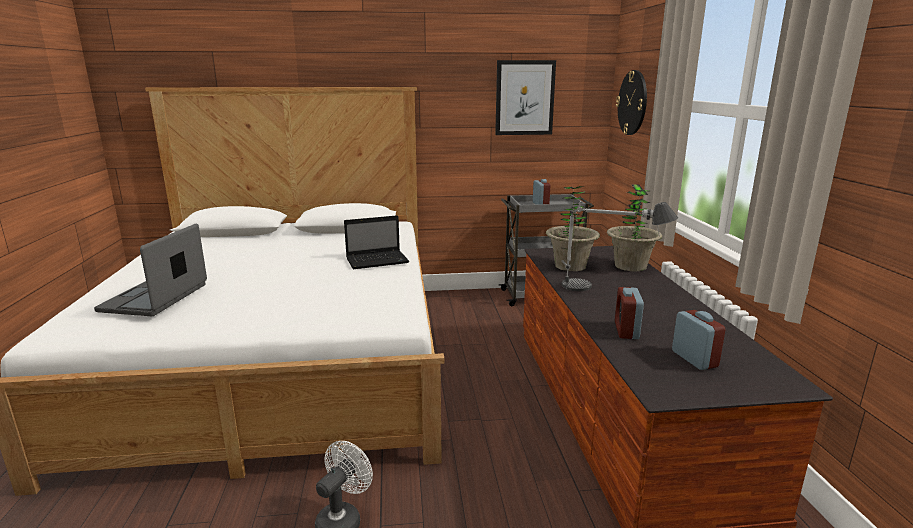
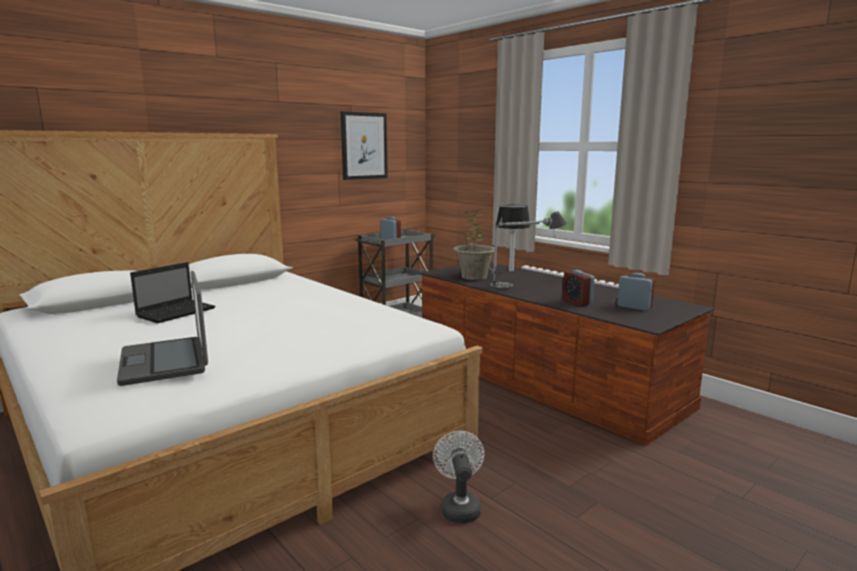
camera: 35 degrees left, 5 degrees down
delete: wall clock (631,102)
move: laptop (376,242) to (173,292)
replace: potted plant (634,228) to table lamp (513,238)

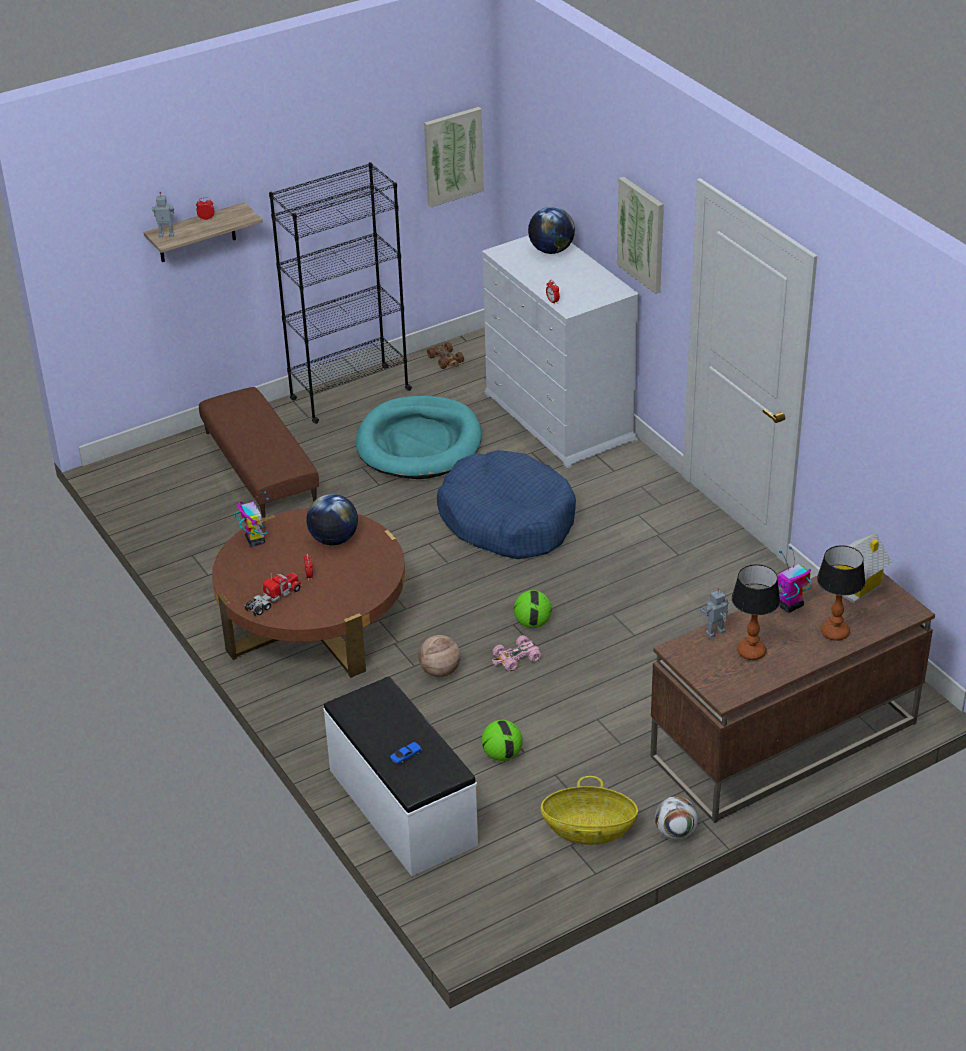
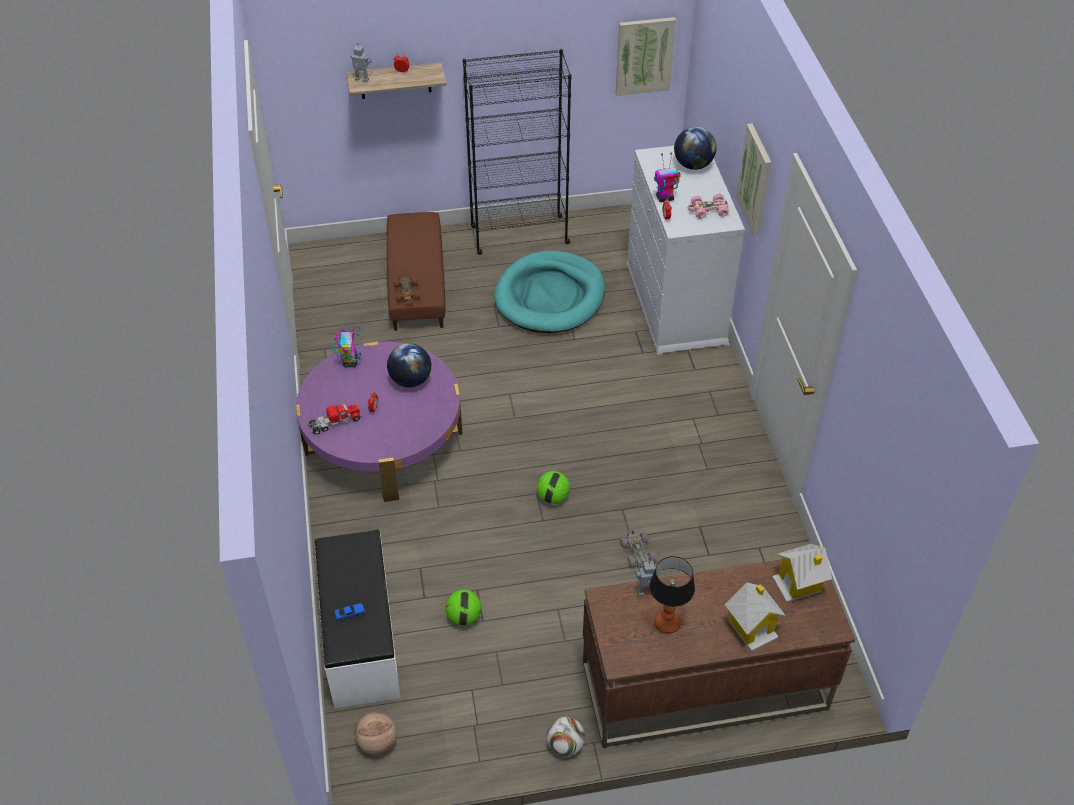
camera: 20 degrees right, 10 degrees up
delete: blue dog bed (506,504); basket (589,810)
insert: grey toy car (638,548)
move: brown toy car (445,355) to (406,290); toy robot (795,579) to (667,177); basketball (439,656) to (376,733); pink toy car (516,653) to (708,206)
replace: table lamp (841,593) to toy house (755,617)
recolor: brown coffee table (308,593) to purple coffee table (379,421)

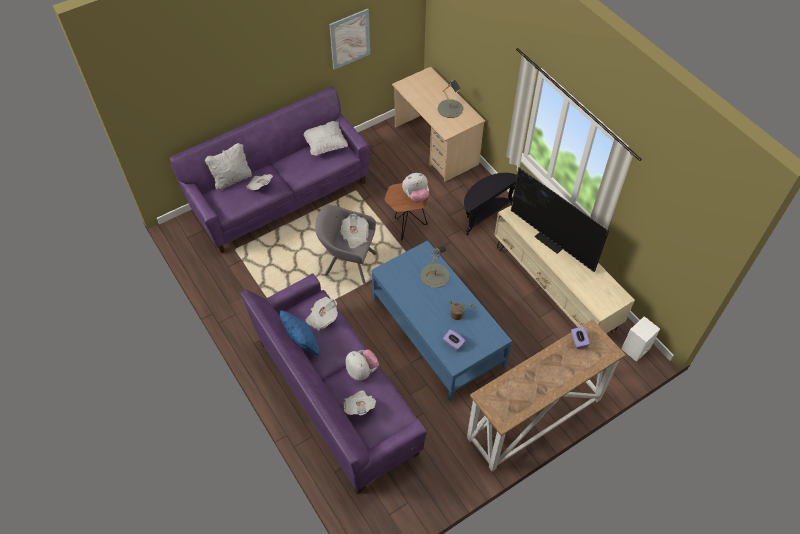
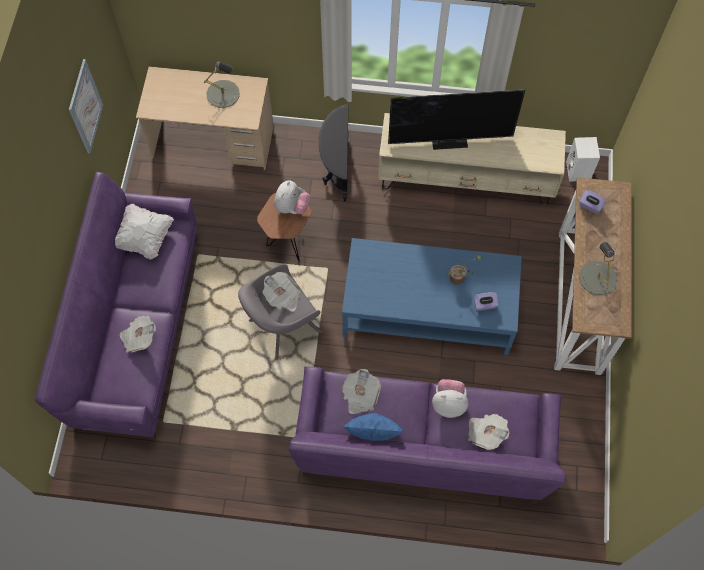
camera: 50 degrees left, 10 degrees up
delete: white pillow (228,167)
move: grey table lamp (435,266) to (598,268)

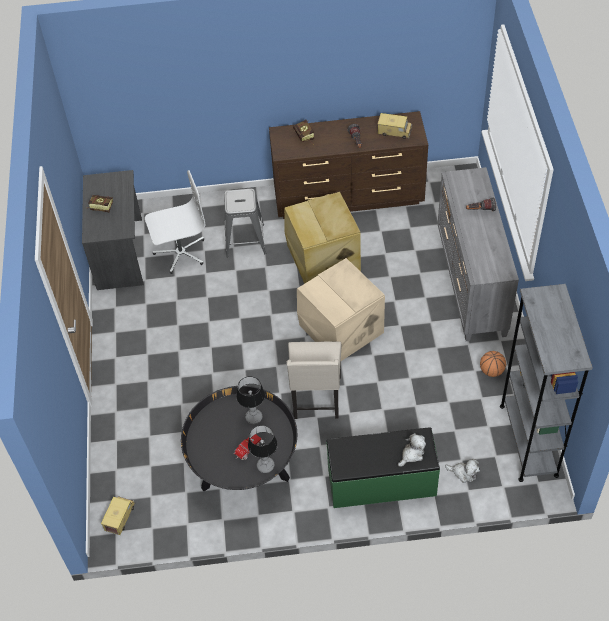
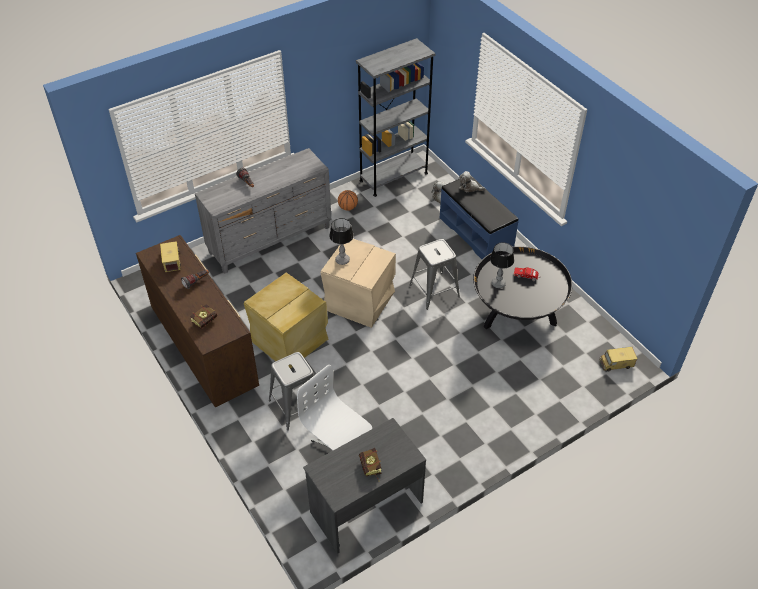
camera: 120 degrees left, 5 degrees down
move: table lamp (263,449) to (341,241)
replace: beige chair (314,380) to grey stool (434,274)
recolor: green bench (383,467) to blue bench (479,217)

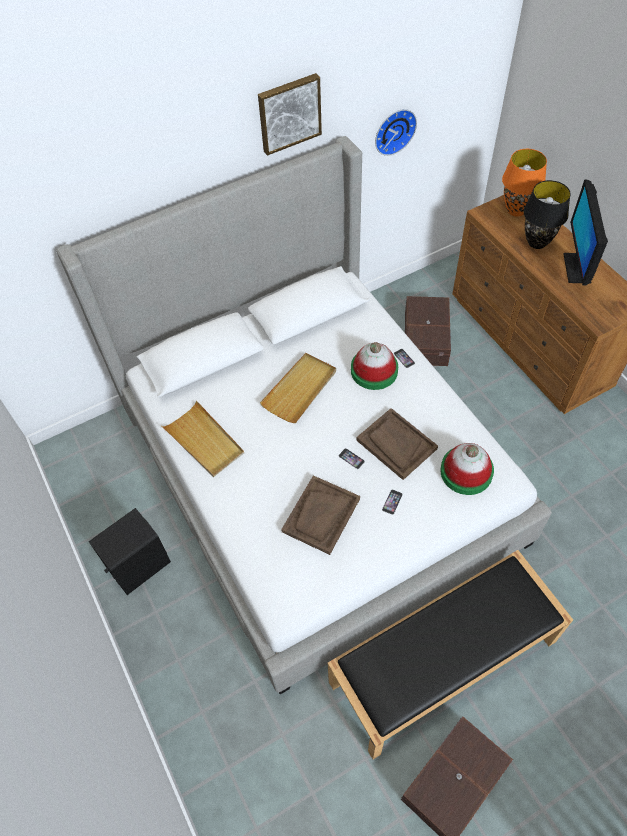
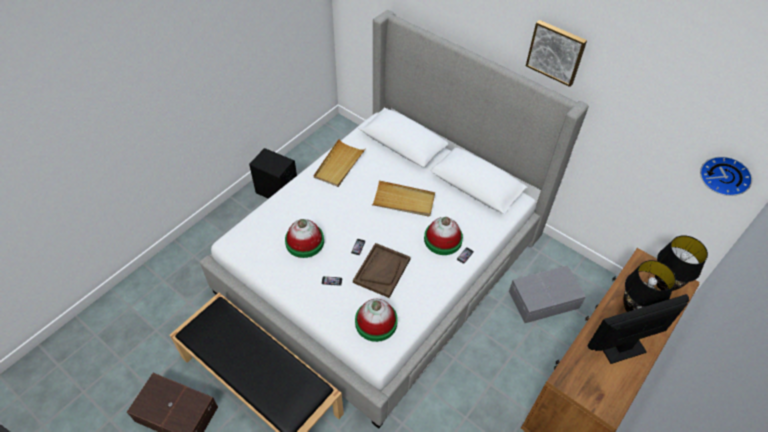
camera: 65 degrees right, 5 degrees down
move: wall clock (396,132) to (726,176)
replace: brown tray (320,515) to hat (304,238)
recolor: orange table lamp (524,183) to black table lamp (681,263); brown storage box (428,331) to grey storage box (547,294)

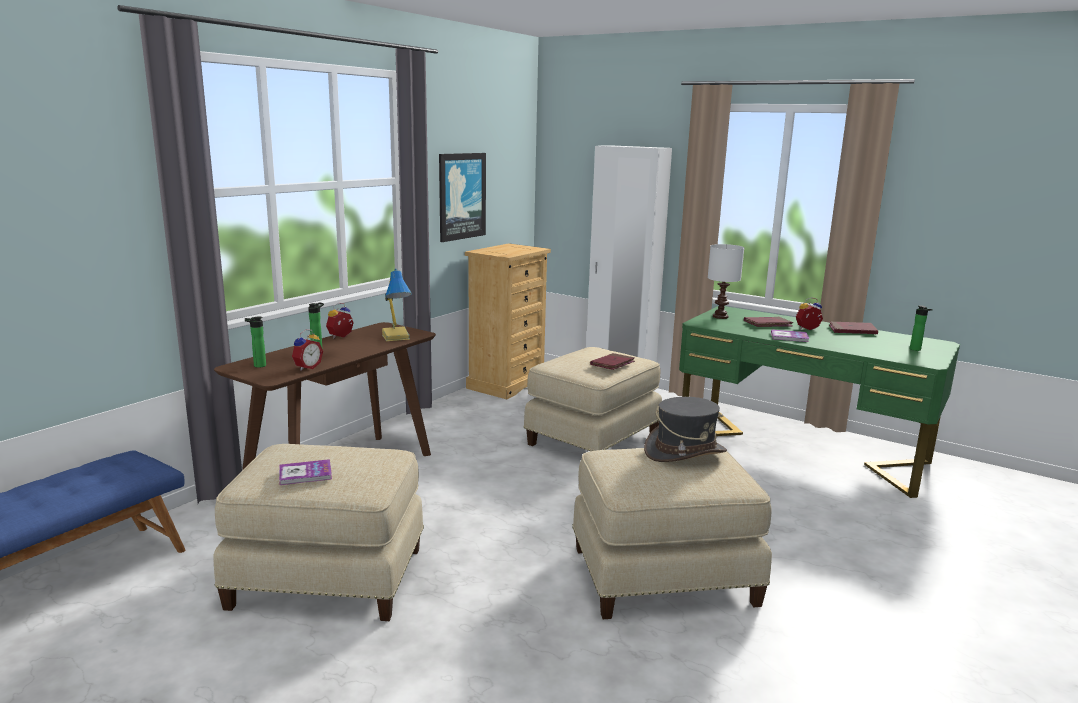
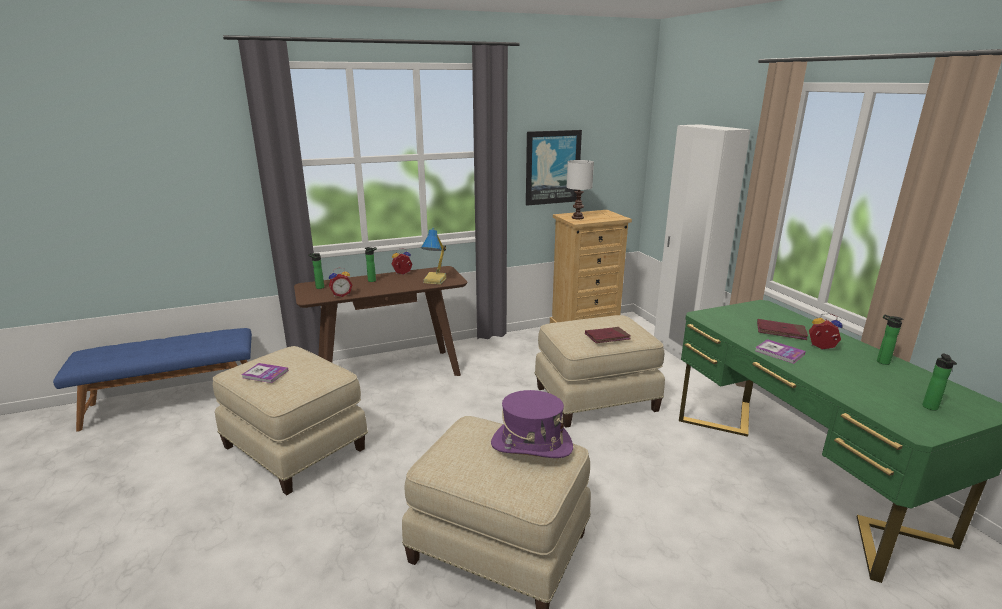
camera: 35 degrees right, 5 degrees up
move: white table lamp (726,281) to (580,189)
replace: red book (853,327) to bottle (890,340)
recolor: grey hat (685,429) to purple hat (532,424)

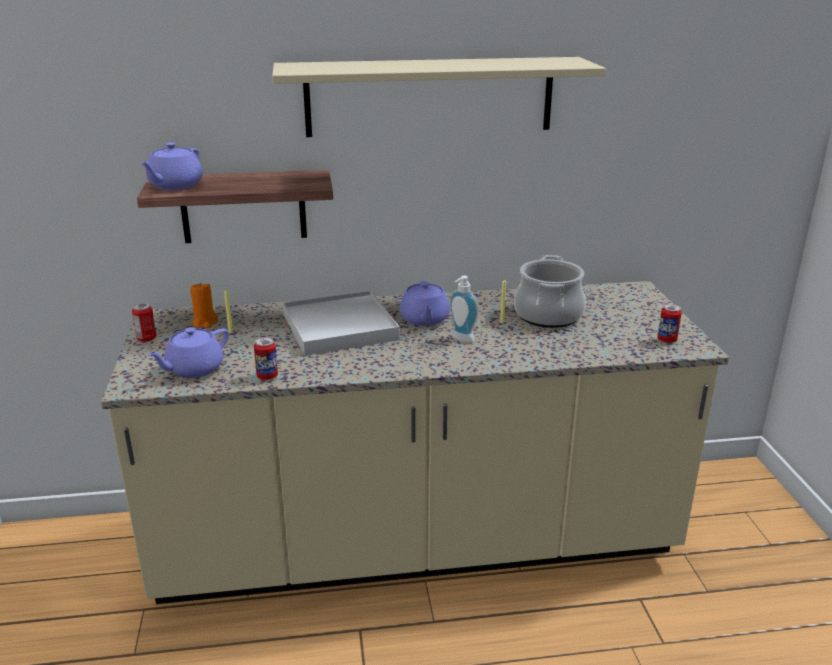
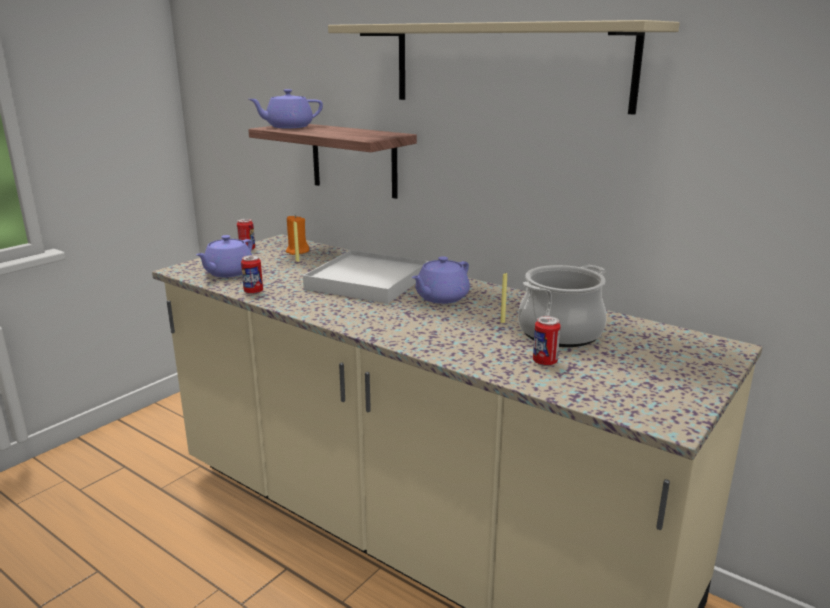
camera: 45 degrees right, 5 degrees down
delete: soap dispenser (463,309)
move: can (669,323) to (547,341)
rotate: purple teapot (188,352) = (224,256) 60 degrees counterclockwise

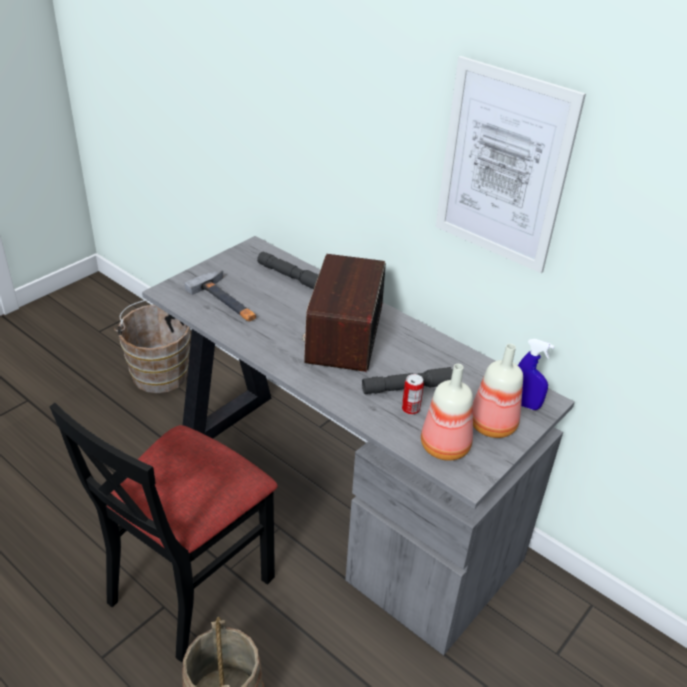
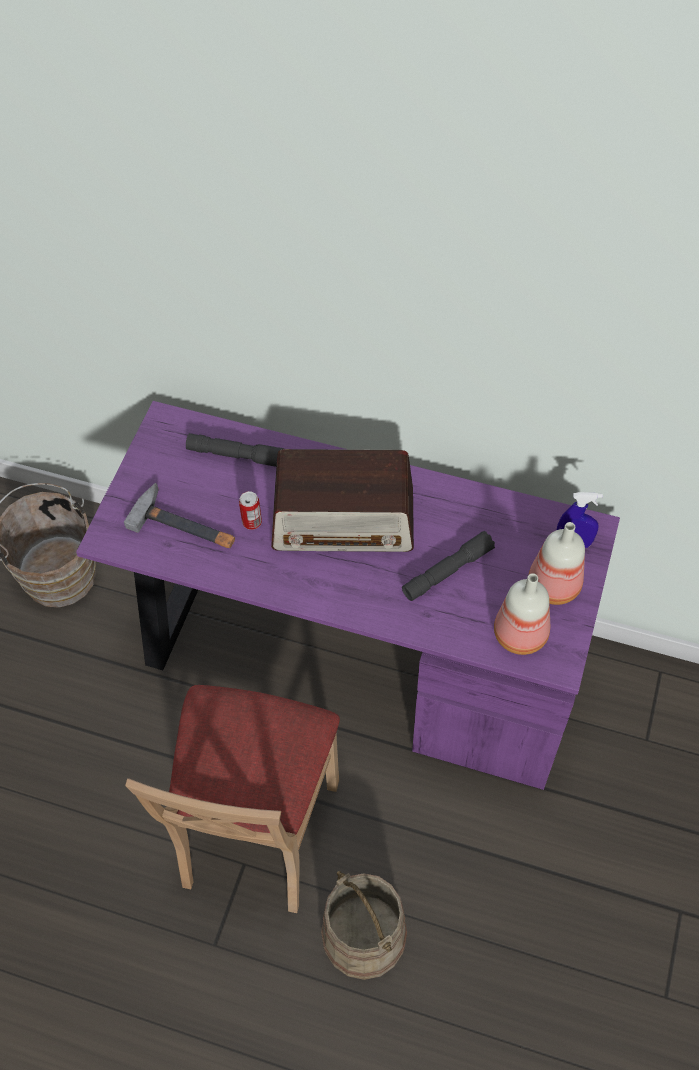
camera: 20 degrees left, 20 degrees up
delete: picture (511,164)
move: can (413,394) to (250,510)
recolor: grey desk (358,446) to purple desk (348,595); black chair (164,532) to beige chair (232,799)
rotate: radio (344,313) = (342,500) 75 degrees counterclockwise

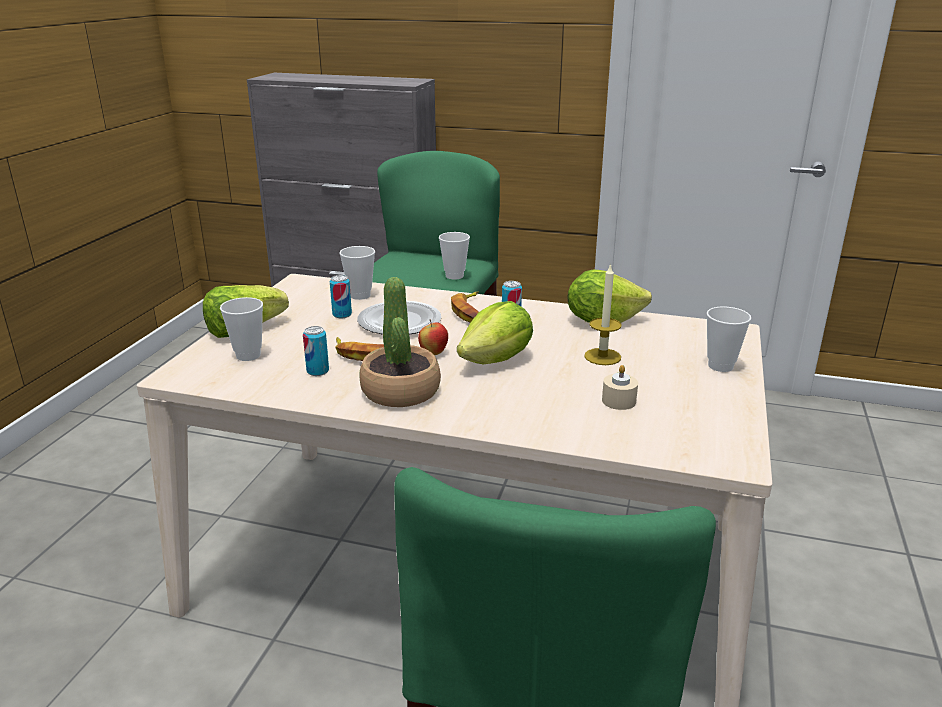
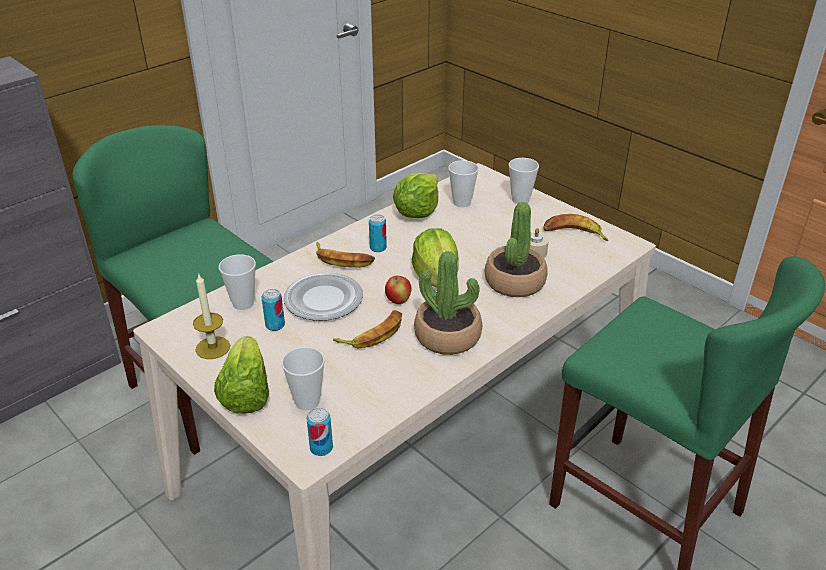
camera: 60 degrees left, 10 degrees up
insert: potted plant (516,249); banana (576,227)
move: cup (454,255) to (463,183); candle (602,314) to (211,316); can (316,351) to (320,432)

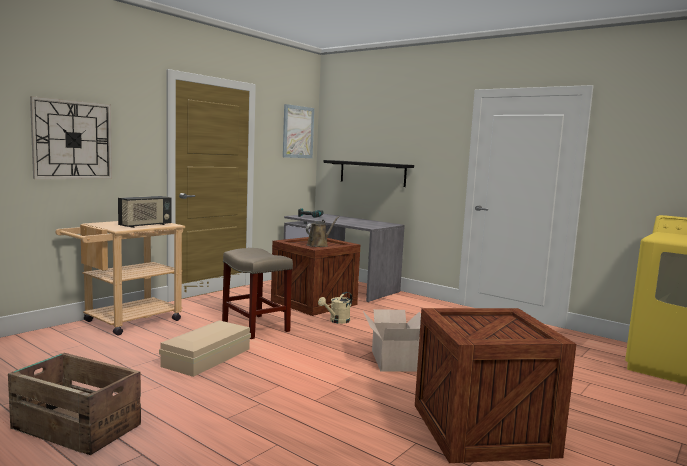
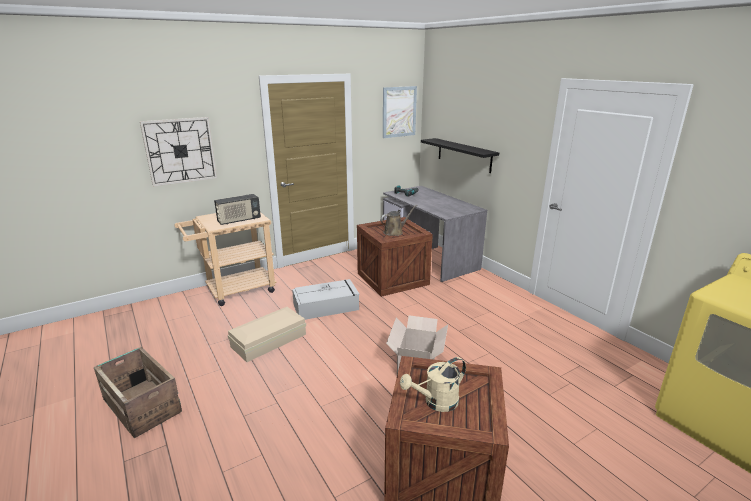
camera: 20 degrees right, 15 degrees up
move: beige watering can (335,308) to (433,384)
replace: beige stool (257,293) to grey storage box (326,299)

